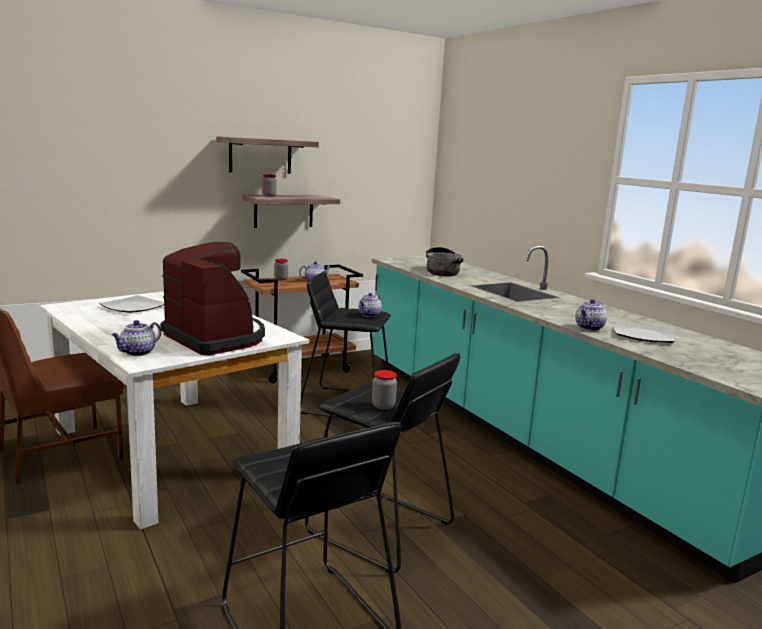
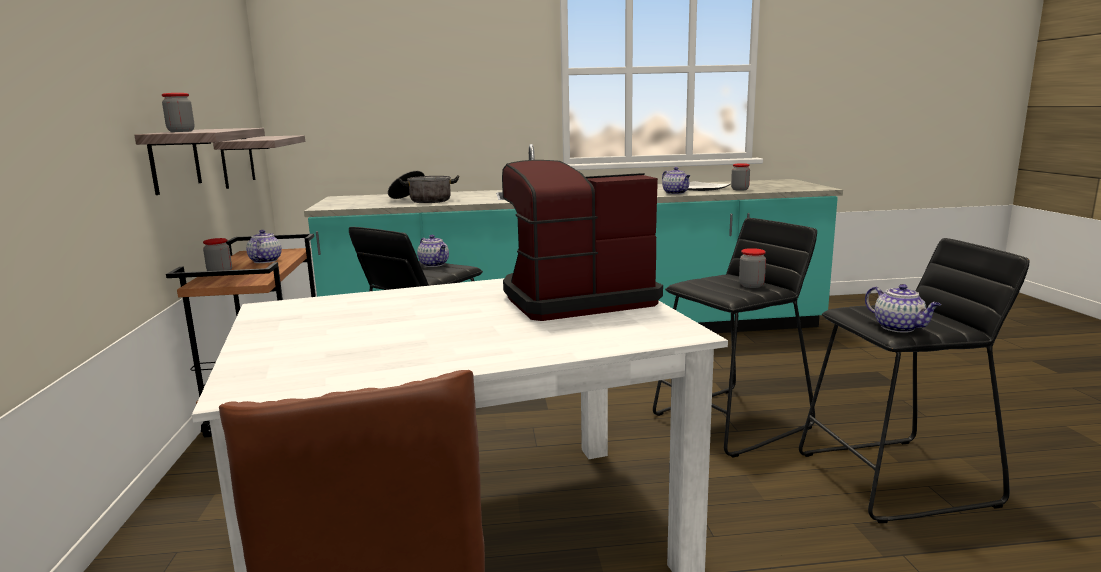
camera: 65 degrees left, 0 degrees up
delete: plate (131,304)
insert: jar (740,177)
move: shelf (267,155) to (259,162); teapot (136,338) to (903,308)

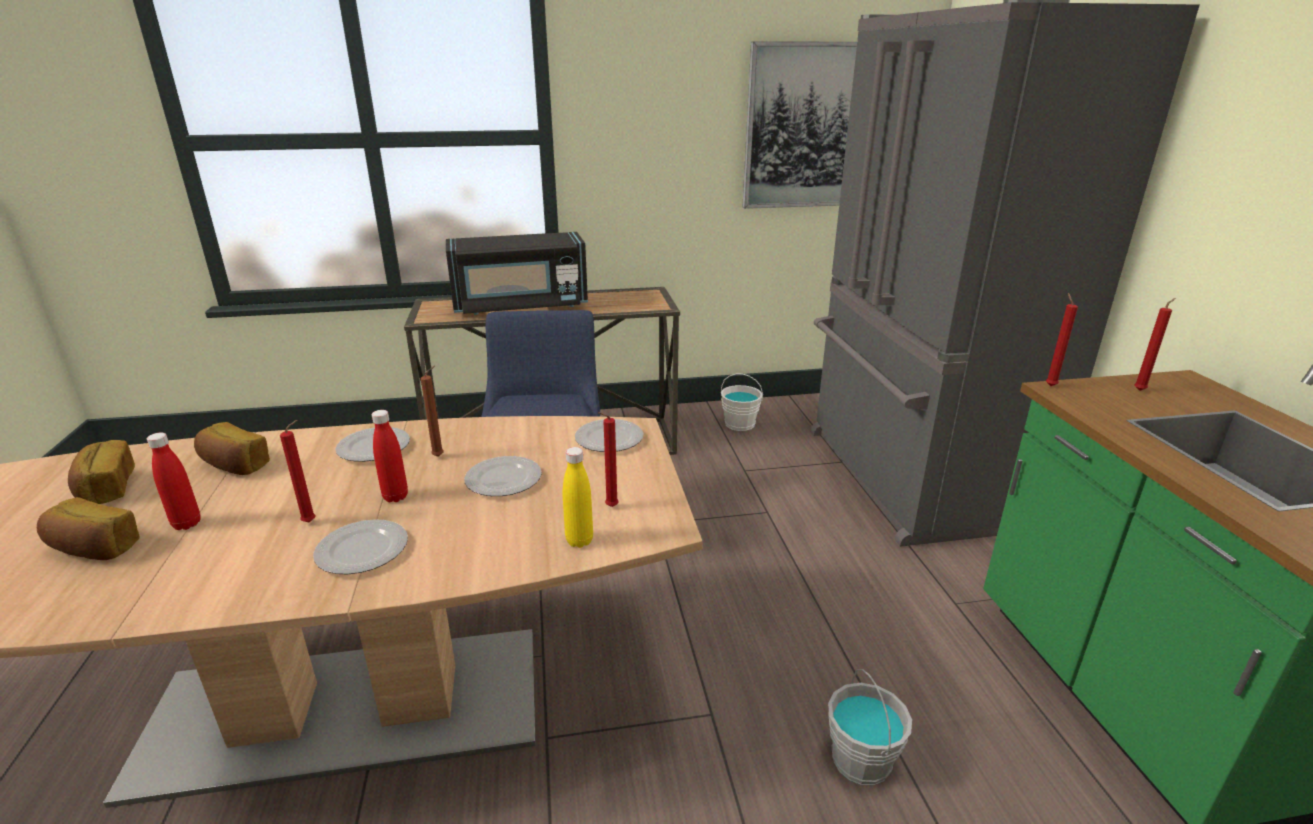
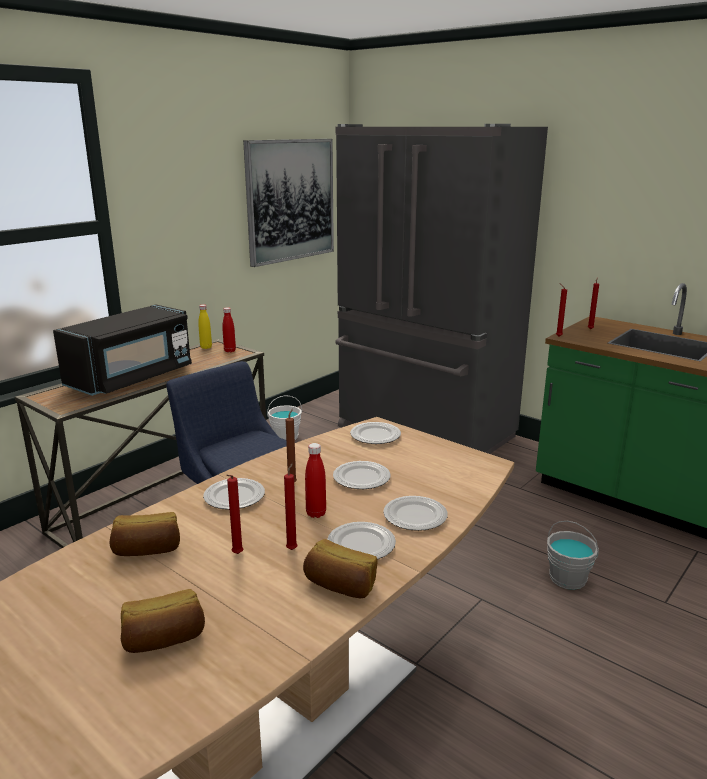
camera: 40 degrees left, 5 degrees down
insert: plate (415,513)
move: red candle (608,459) to (234,514); red bottle (174,481) to (229,329); bread (101,472) to (340,568); yellow bottle (578,497) to (205,327)

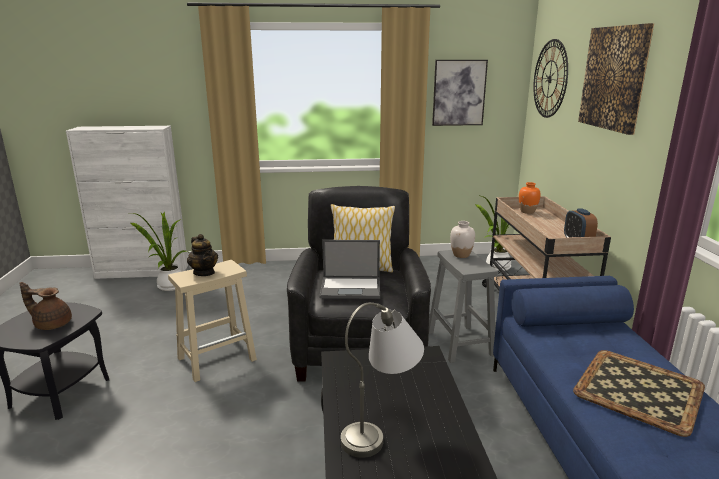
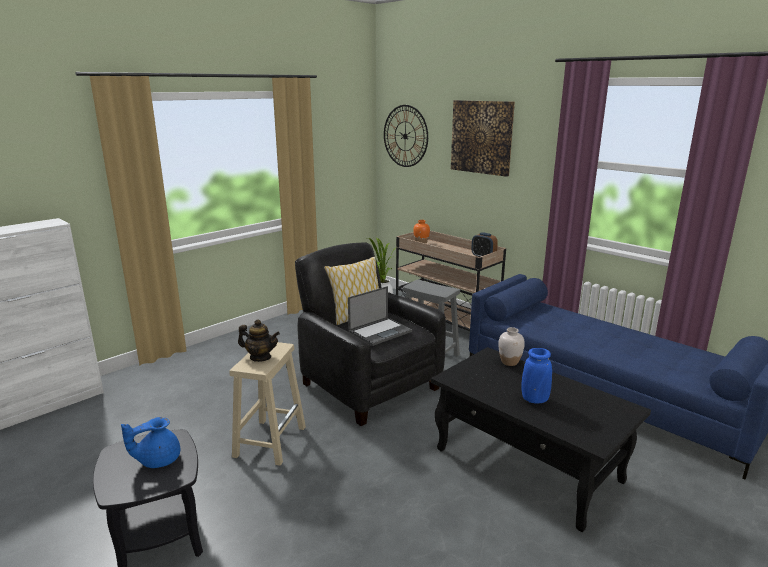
camera: 40 degrees left, 0 degrees up
delete: picture (460,93); potted plant (158,251); tray (639,393)
move: white vase (462,239) to (511,346)
replace: grey table lamp (382,380) to blue vase (536,376)
recolor: brown teapot (45,306) to blue teapot (150,442)

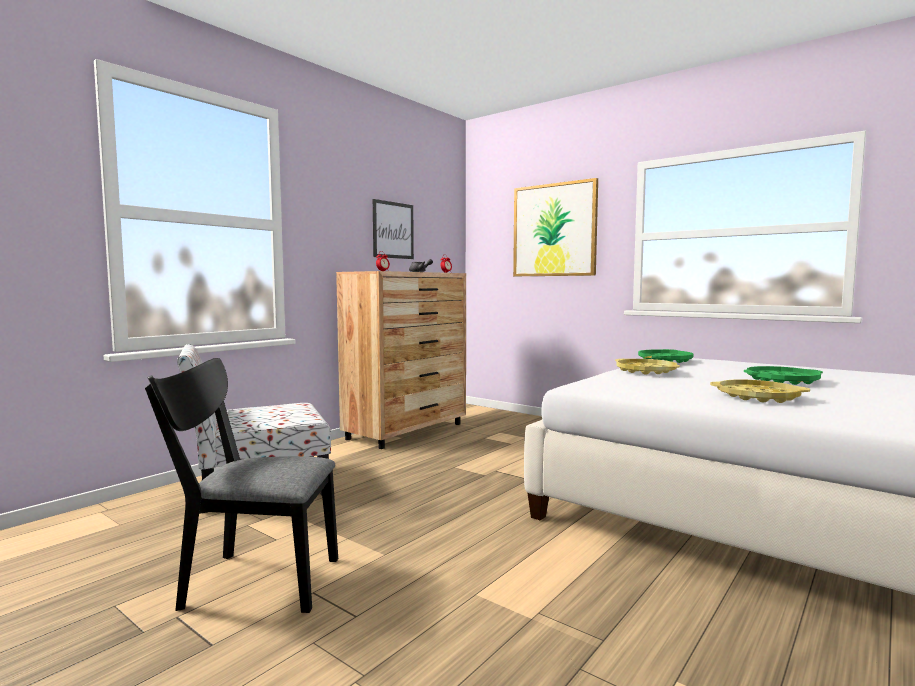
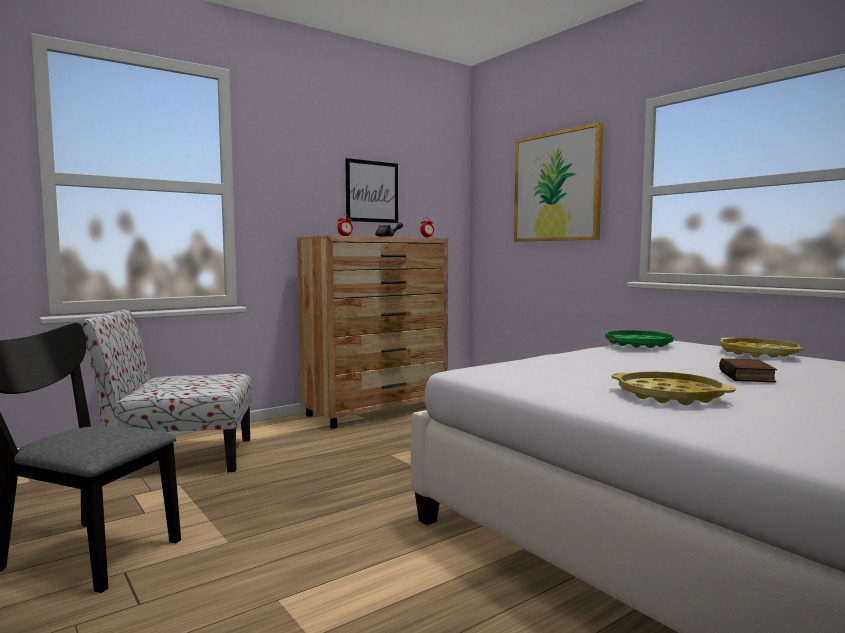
camera: 15 degrees right, 0 degrees up
move: yellow tray (647,367) to (761,347)
replace: green tray (783,375) to book (748,370)

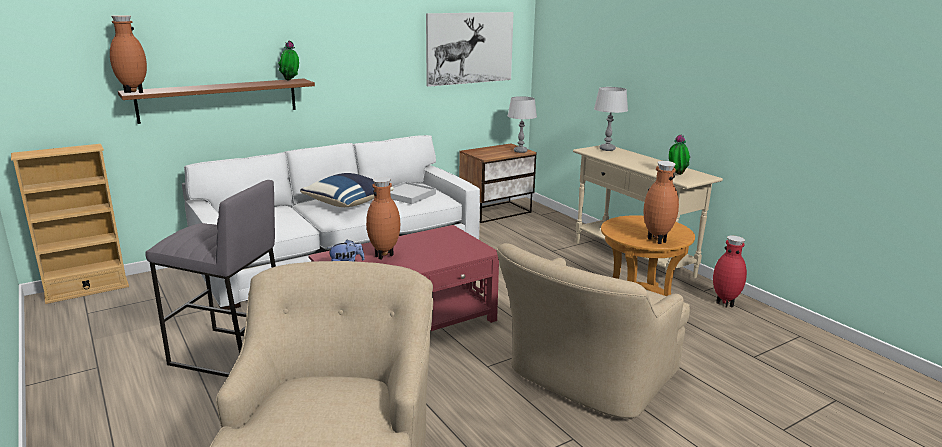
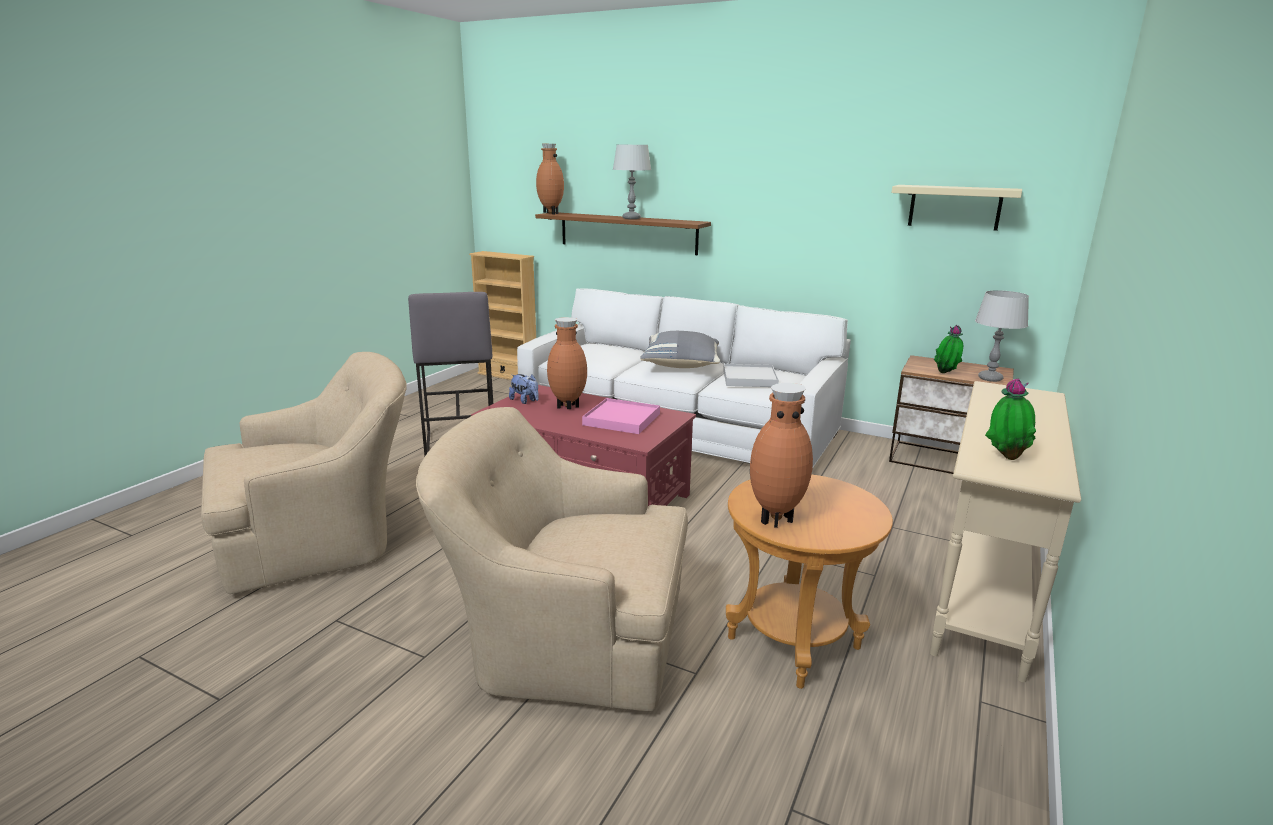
camera: 60 degrees right, 0 degrees up
delete: red vase (730,272)
insert: pink tray (621,416)
move: potted plant (288,60) to (948,349); grey table lamp (611,119) to (632,181)
replace: picture (470,49) to beige shelf (956,208)
recolor: blue pillow (347,190) to grey pillow (680,349)

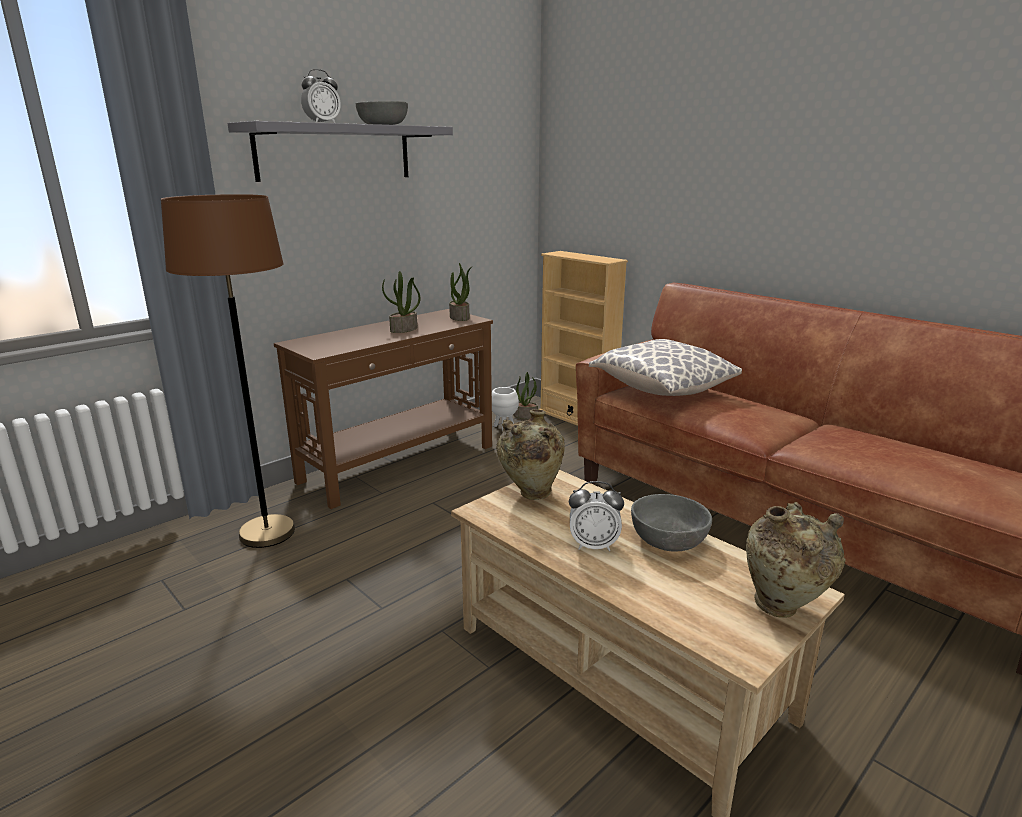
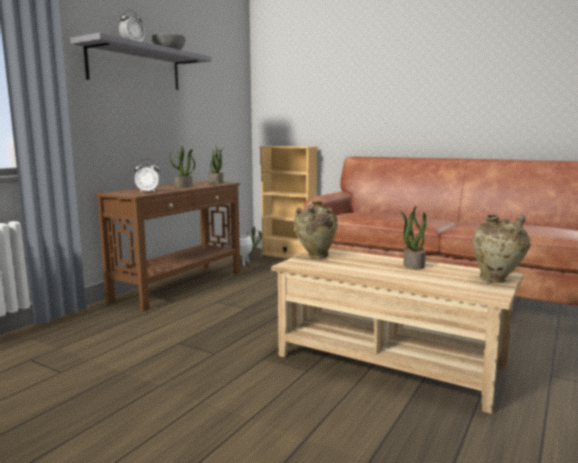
camera: 15 degrees left, 10 degrees down
delete: brown floor lamp (228,371); pillow (665,367)
move: alarm clock (596,516) to (147,176)
replace: grey bowl (671,523) to potted plant (413,238)

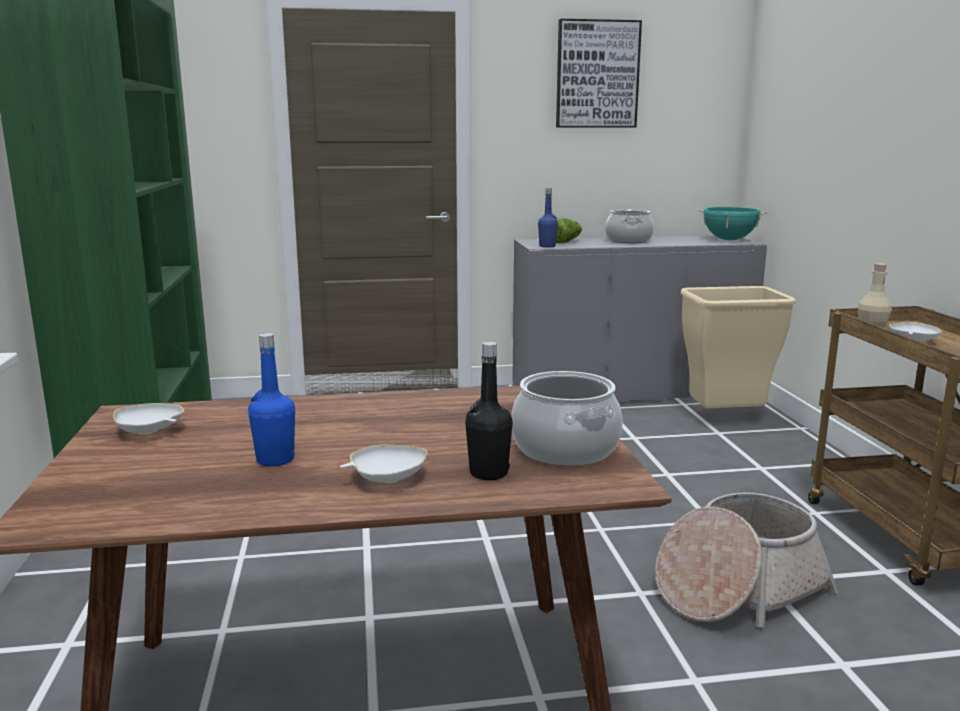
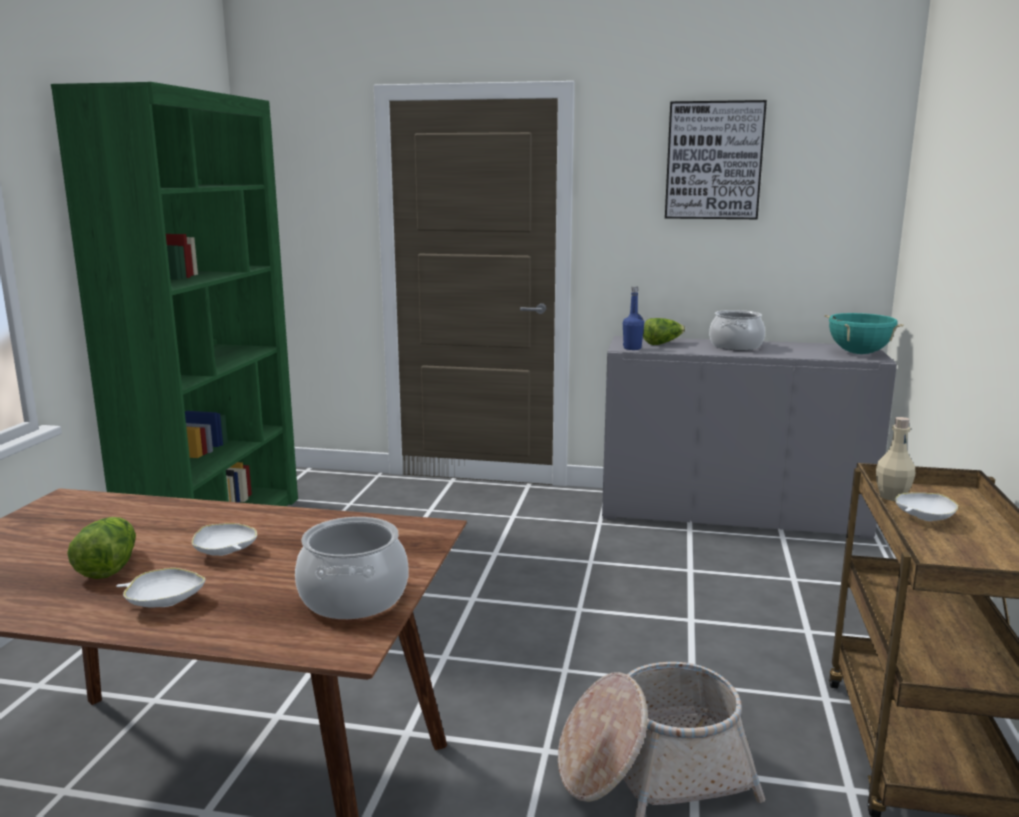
camera: 20 degrees right, 0 degrees up
delete: beige trash can (738,347); black bottle (489,411)
move: white bowl (148,419) to (224,539)
replace: blue bottle (271,400) to lettuce (101,548)

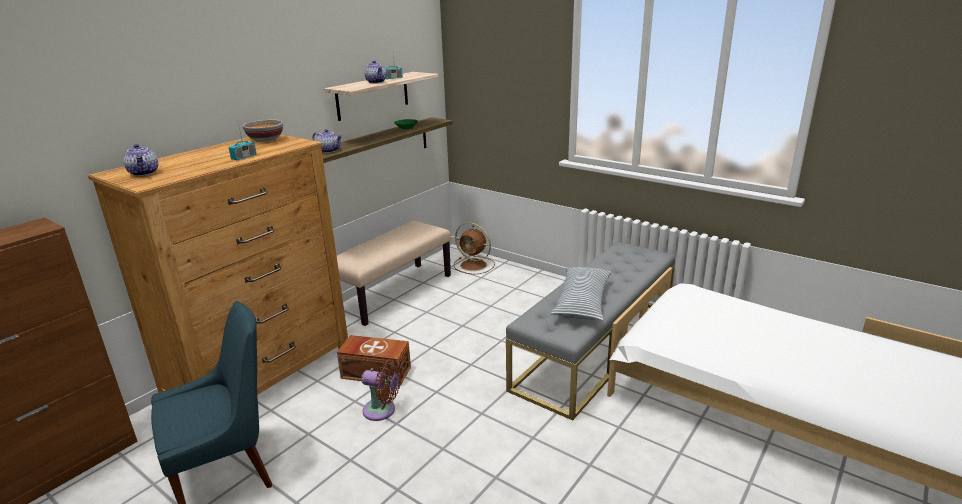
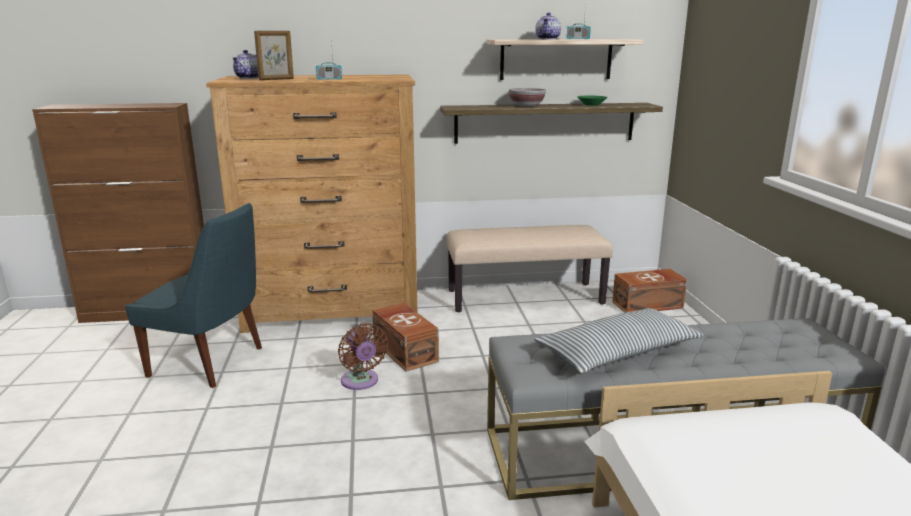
camera: 45 degrees right, 5 degrees down
delete: teapot (327,141)
insert: picture frame (274,55)
move: bowl (263,130) to (527,97)
replace: brown fan (474,248) to brown storage box (649,291)

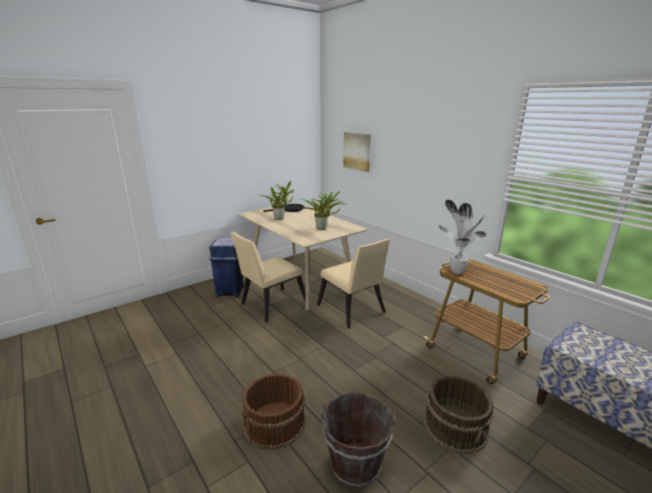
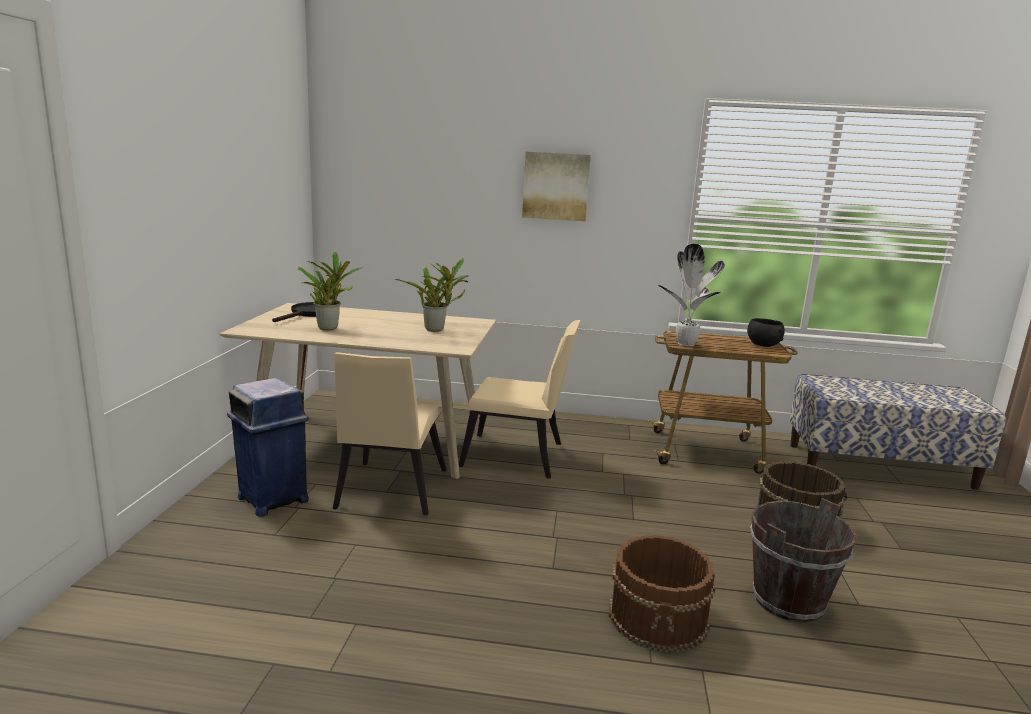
camera: 45 degrees left, 5 degrees down
insert: black bowl (766,332)
move: picture (357,152) to (556,186)

